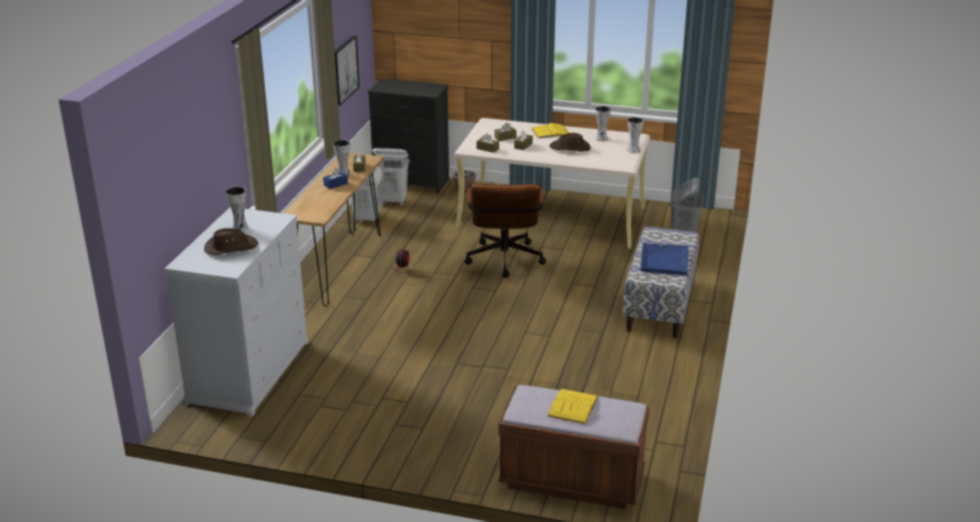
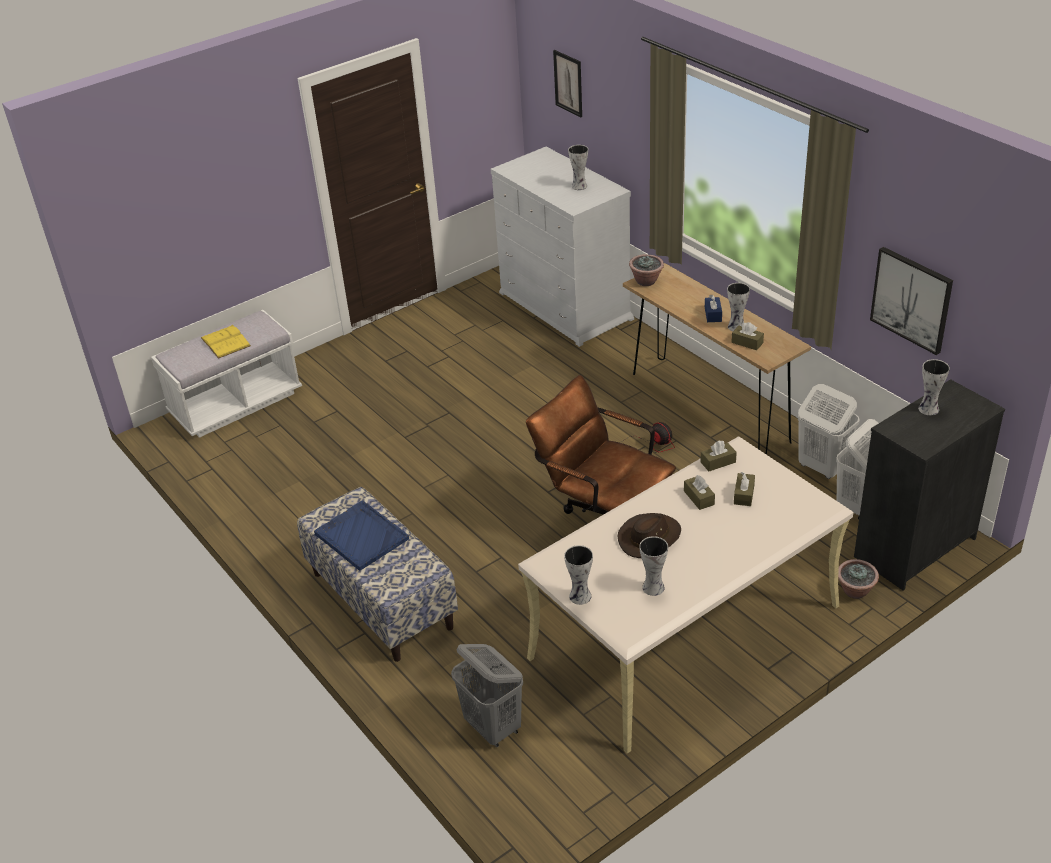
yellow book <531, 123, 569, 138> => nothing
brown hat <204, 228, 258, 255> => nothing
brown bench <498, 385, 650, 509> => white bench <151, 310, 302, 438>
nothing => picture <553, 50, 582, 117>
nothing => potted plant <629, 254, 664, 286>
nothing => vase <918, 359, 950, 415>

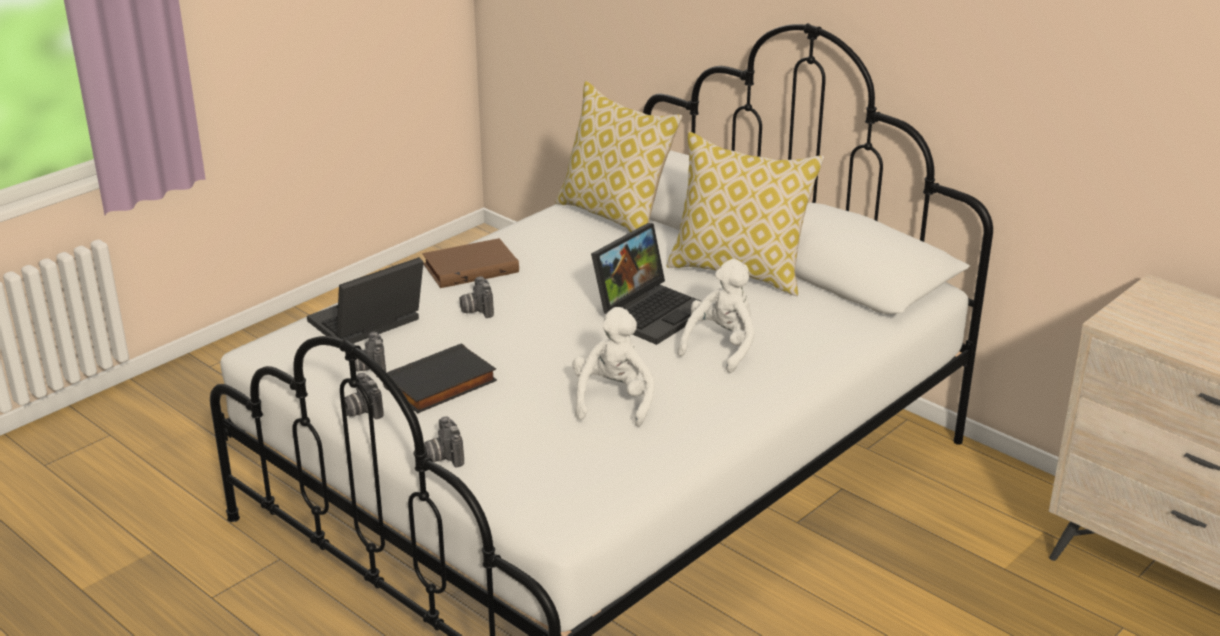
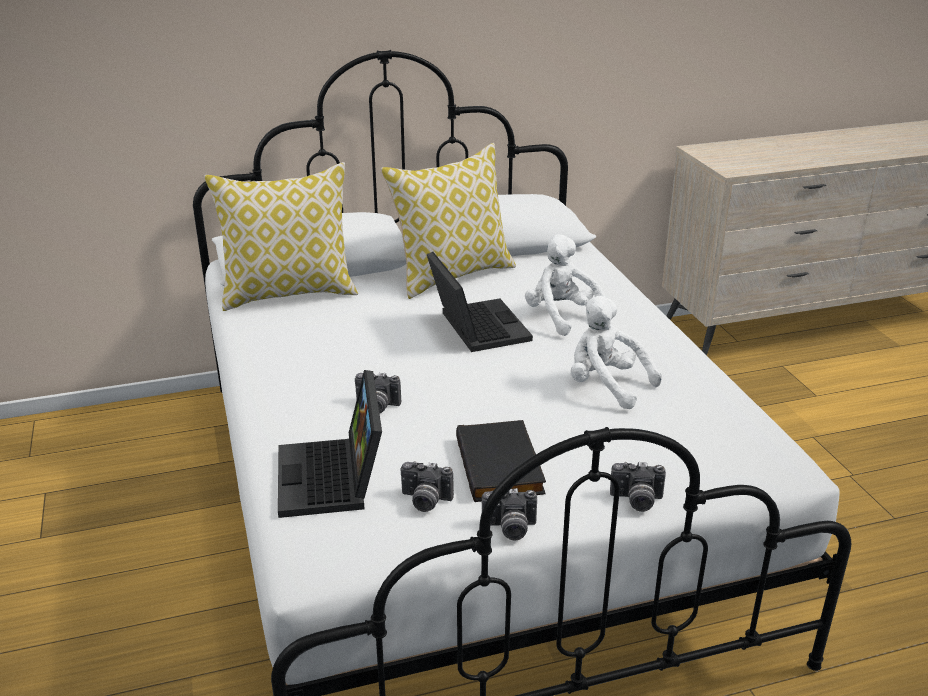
brown book <423, 238, 519, 288> => nothing

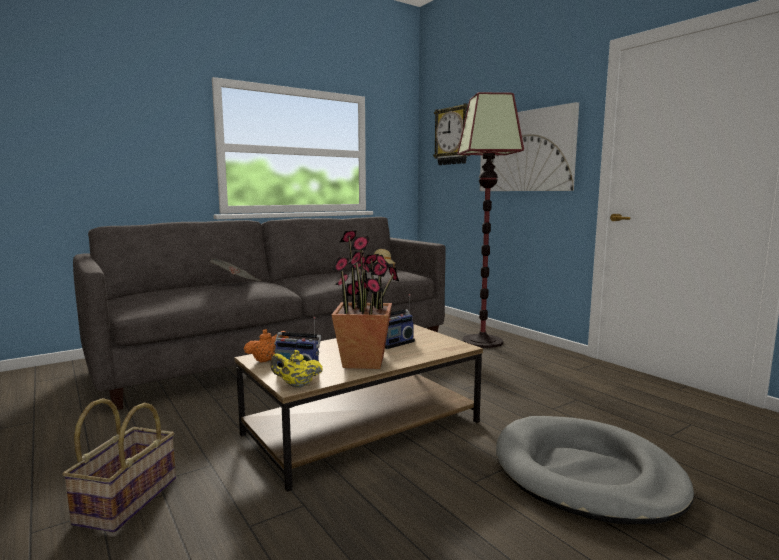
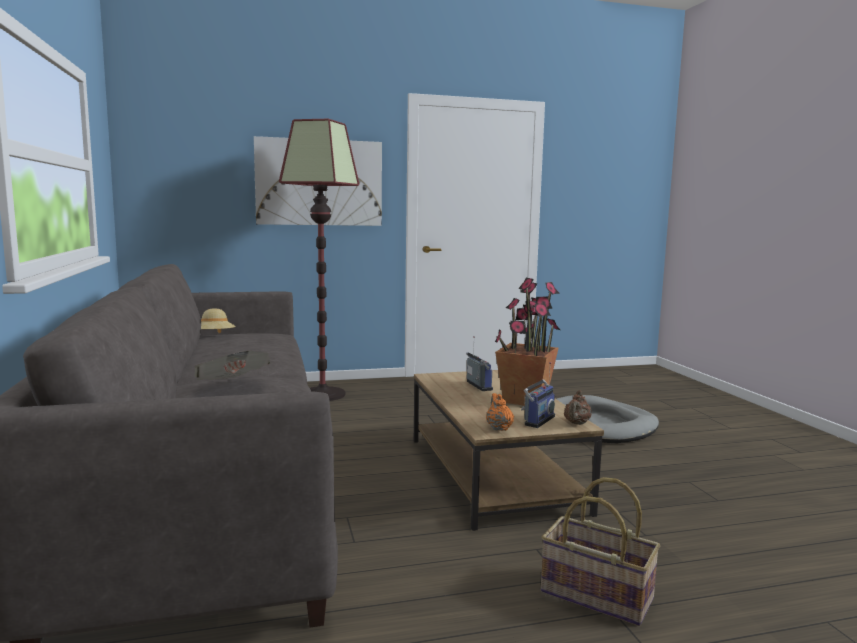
wall clock <433, 103, 470, 165> => nothing
yellow teapot <270, 350, 323, 388> => brown teapot <564, 390, 592, 425>

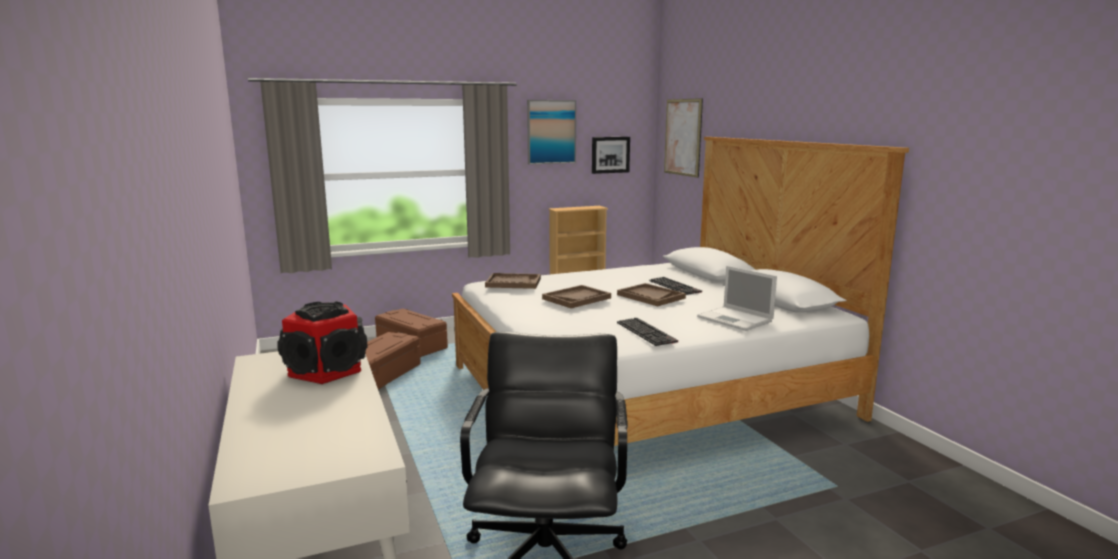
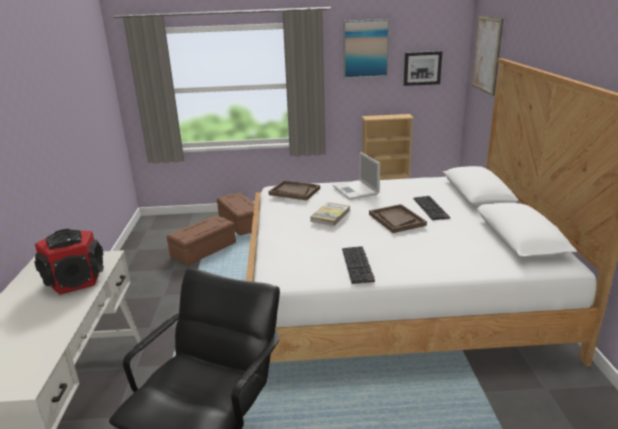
laptop <697, 266, 777, 331> => laptop <333, 152, 380, 200>, shifted
brown tray <542, 285, 611, 308> => book <310, 202, 350, 226>

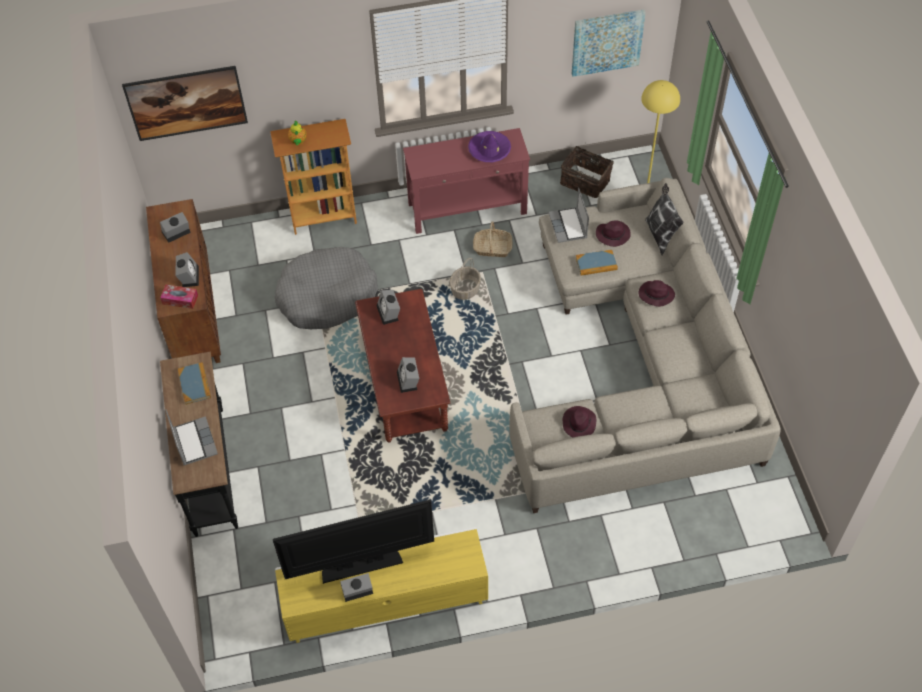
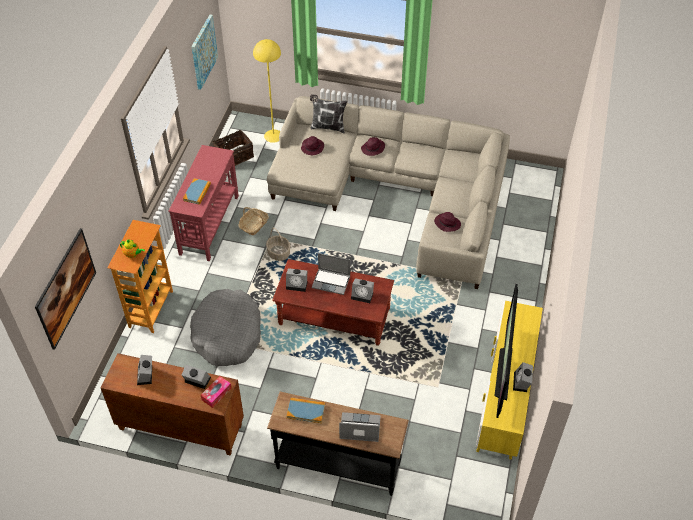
purple hat <468, 131, 511, 162> => nothing
laptop <549, 188, 589, 243> => laptop <312, 253, 350, 295>, shifted
book <576, 250, 618, 276> => book <183, 178, 211, 205>, shifted

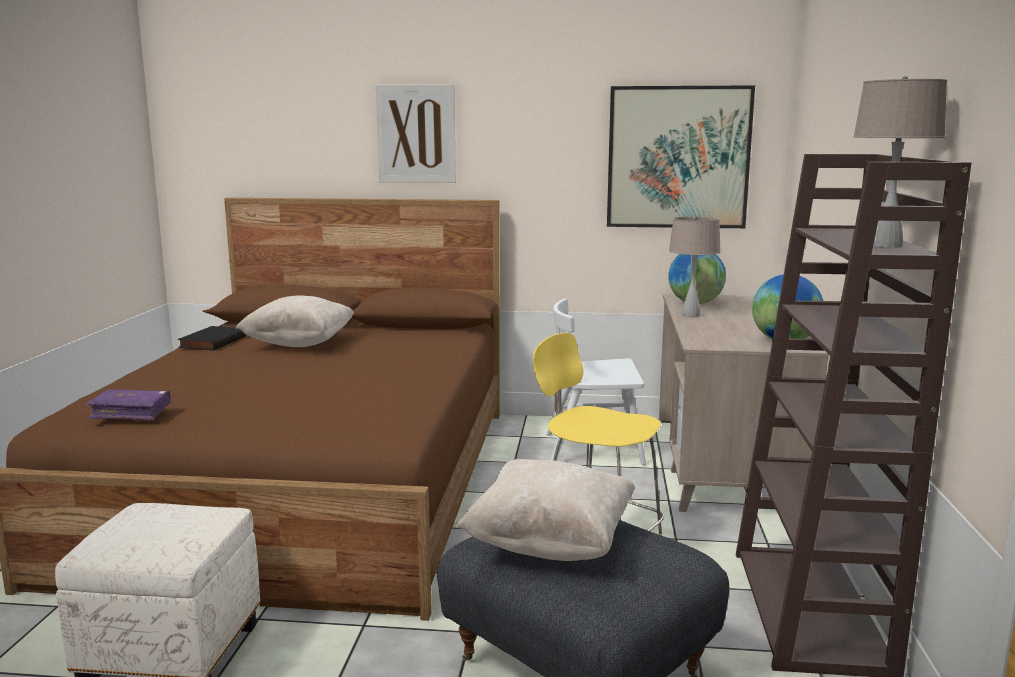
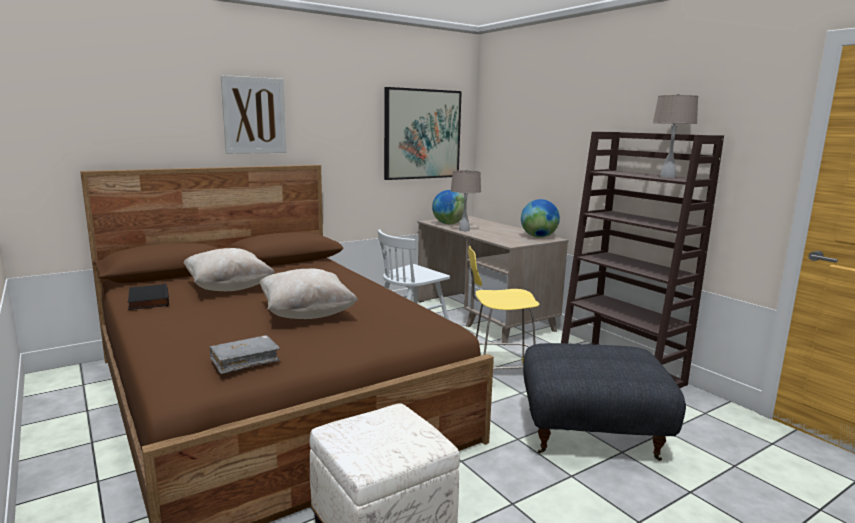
purple book <86, 389, 171, 421> => grey book <210, 335, 280, 374>
beige pillow <455, 459, 635, 561> => beige pillow <259, 268, 358, 319>, shifted

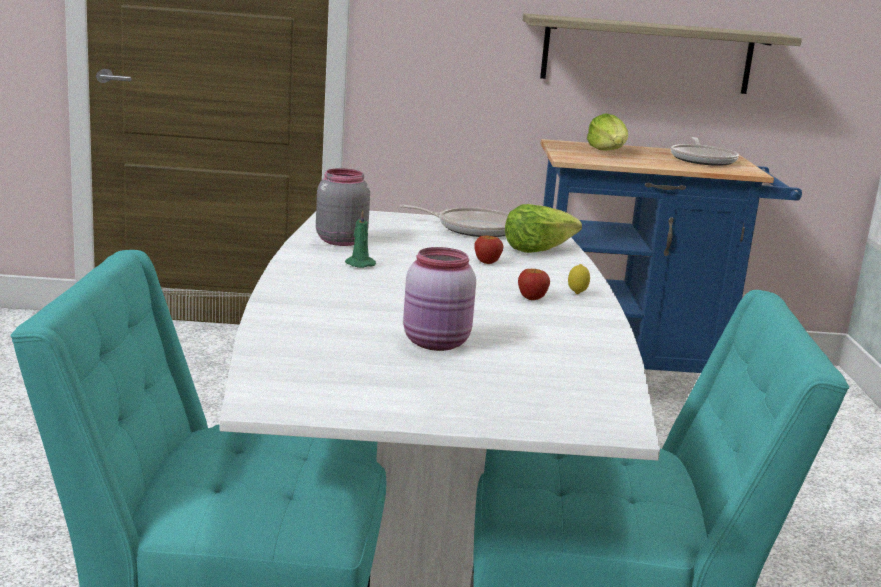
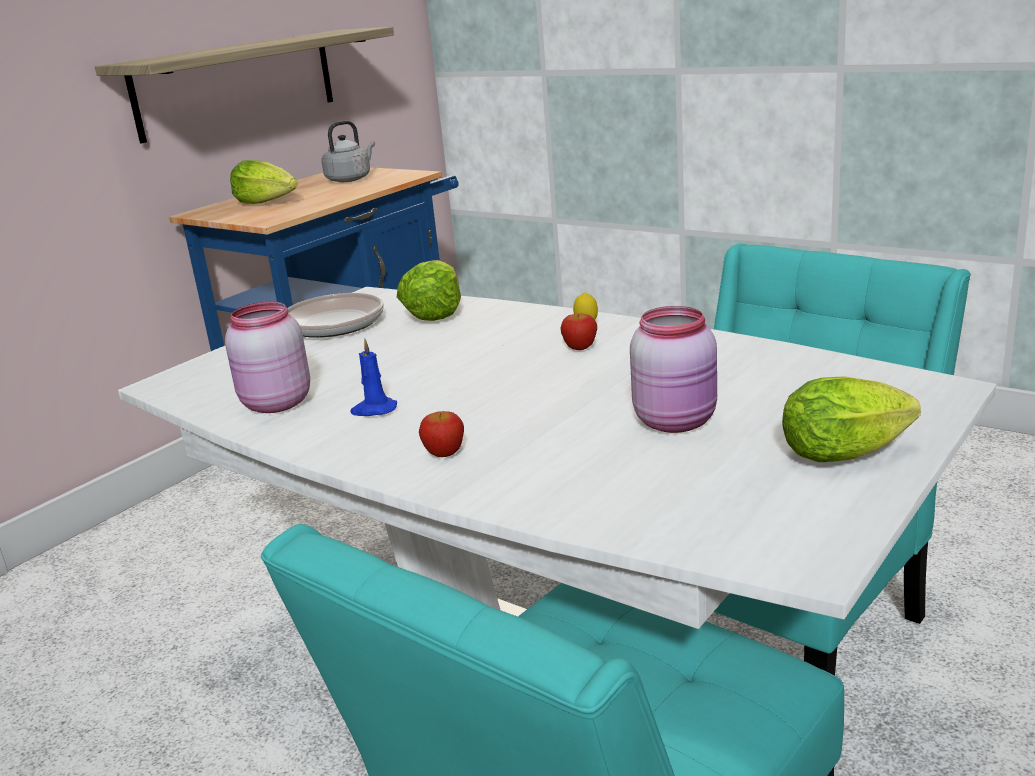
frying pan <671, 137, 739, 166> => grey kettle <321, 120, 375, 182>
grey jar <316, 168, 370, 246> => pink jar <225, 302, 310, 413>
green candle <345, 210, 376, 268> => blue candle <350, 338, 397, 416>
apple <474, 236, 504, 264> => apple <419, 411, 464, 457>, shifted
nothing => lettuce <782, 376, 921, 462>

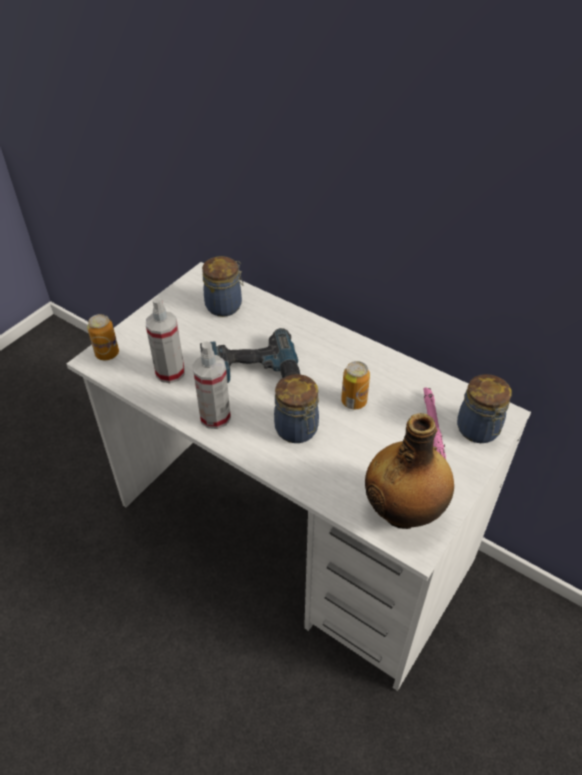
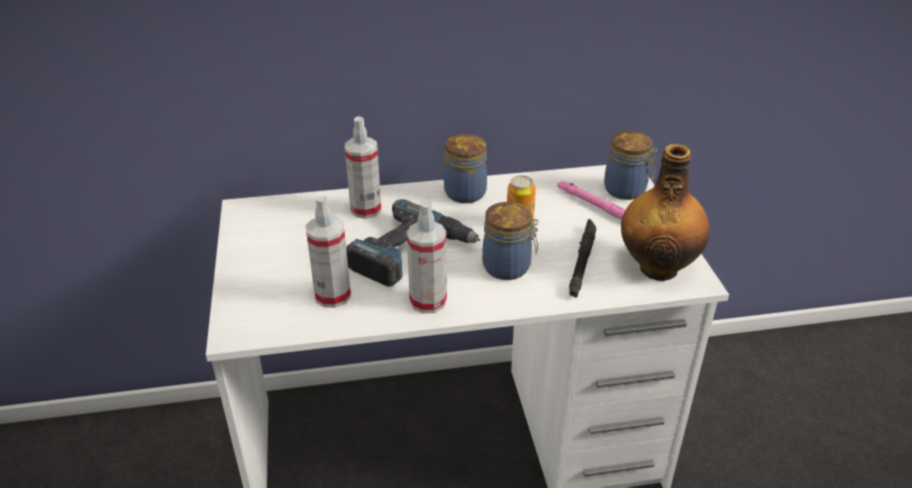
jar <202, 256, 243, 317> => jar <444, 134, 487, 203>, shifted
can <87, 314, 119, 360> => nothing
nothing => spray bottle <345, 116, 381, 219>
nothing => black flashlight <569, 219, 596, 298>

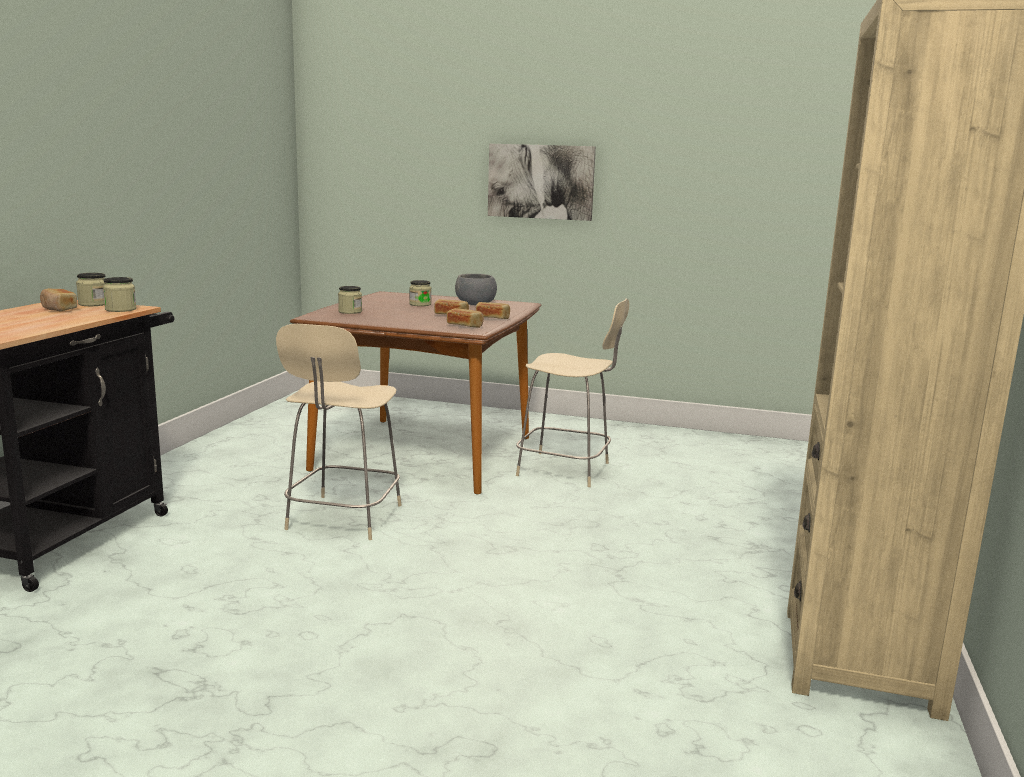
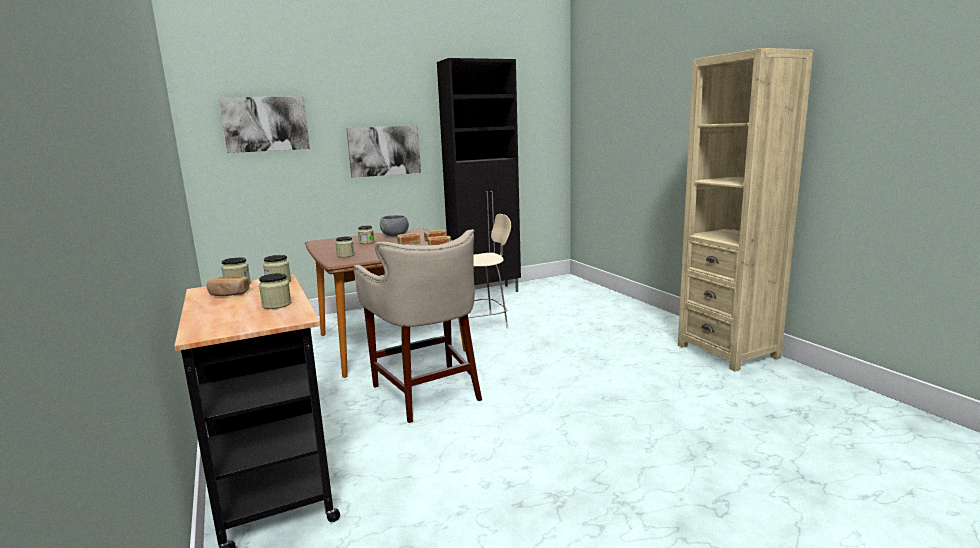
beige chair <276, 324, 402, 540> => beige stool <353, 229, 482, 423>
nothing => black cabinet <437, 58, 521, 292>
nothing => picture <219, 96, 310, 153>
nothing => jar <259, 273, 291, 309>

